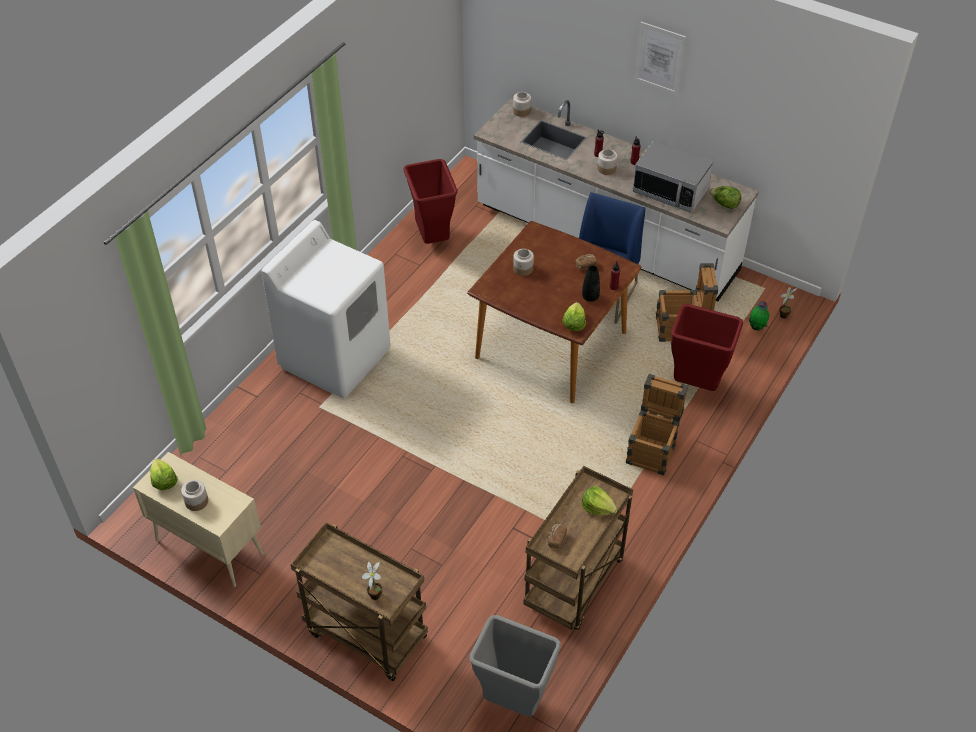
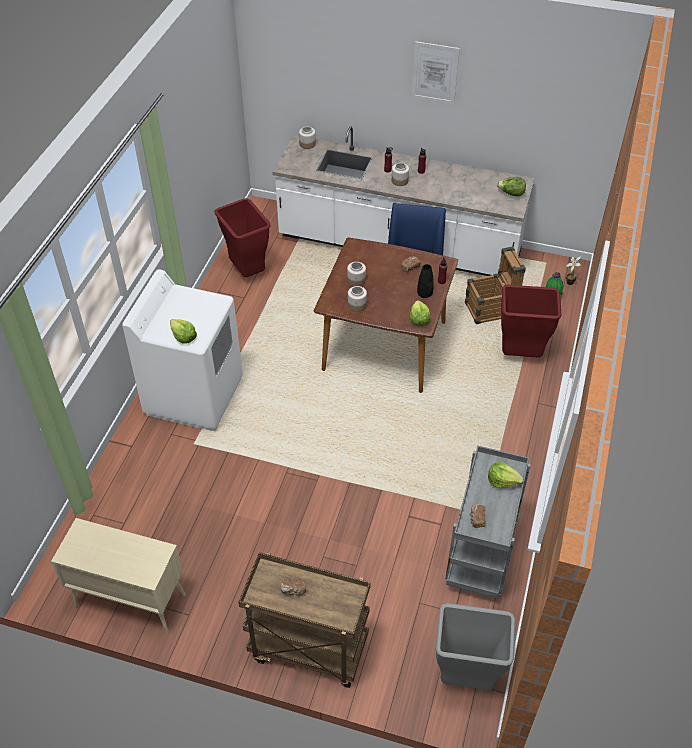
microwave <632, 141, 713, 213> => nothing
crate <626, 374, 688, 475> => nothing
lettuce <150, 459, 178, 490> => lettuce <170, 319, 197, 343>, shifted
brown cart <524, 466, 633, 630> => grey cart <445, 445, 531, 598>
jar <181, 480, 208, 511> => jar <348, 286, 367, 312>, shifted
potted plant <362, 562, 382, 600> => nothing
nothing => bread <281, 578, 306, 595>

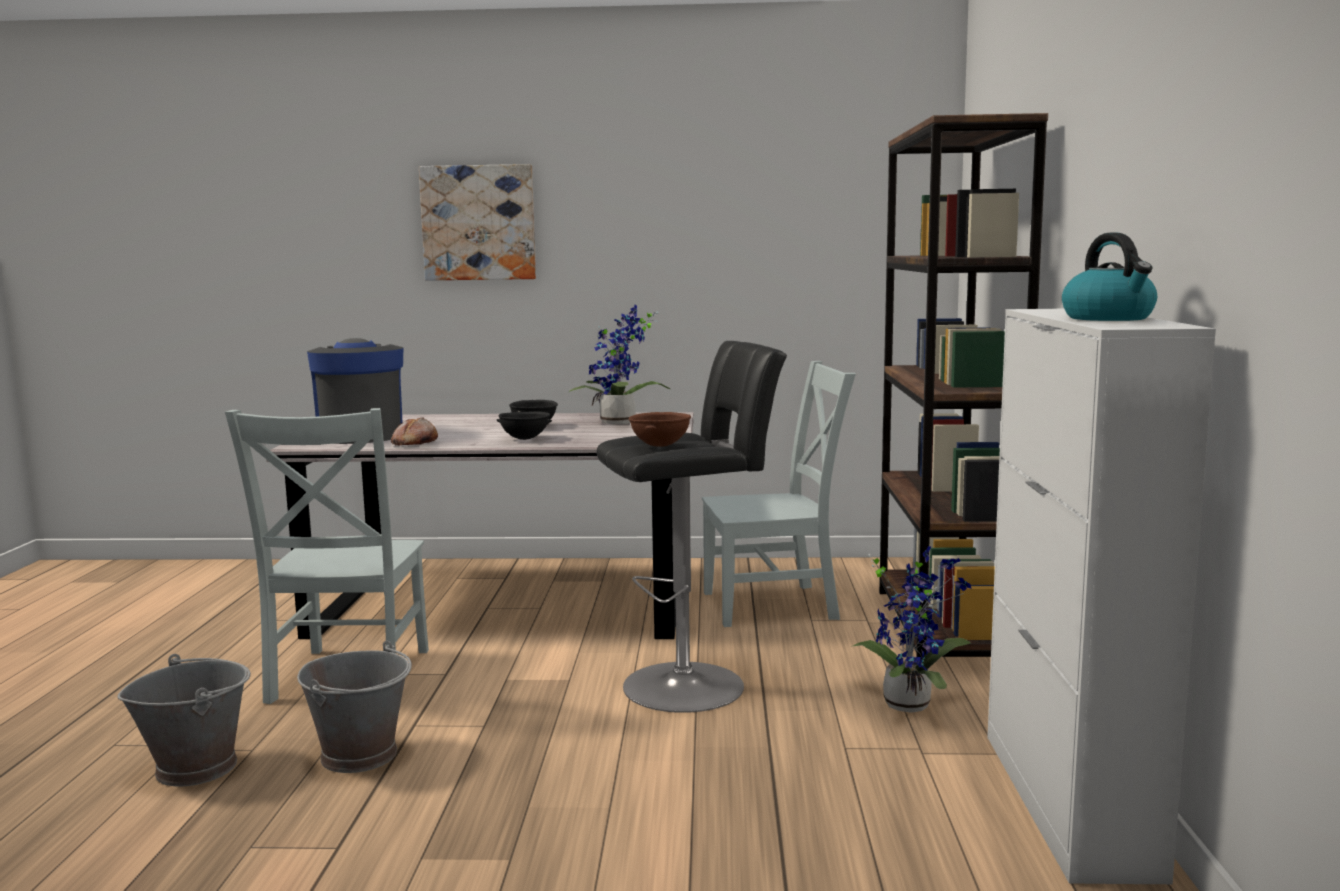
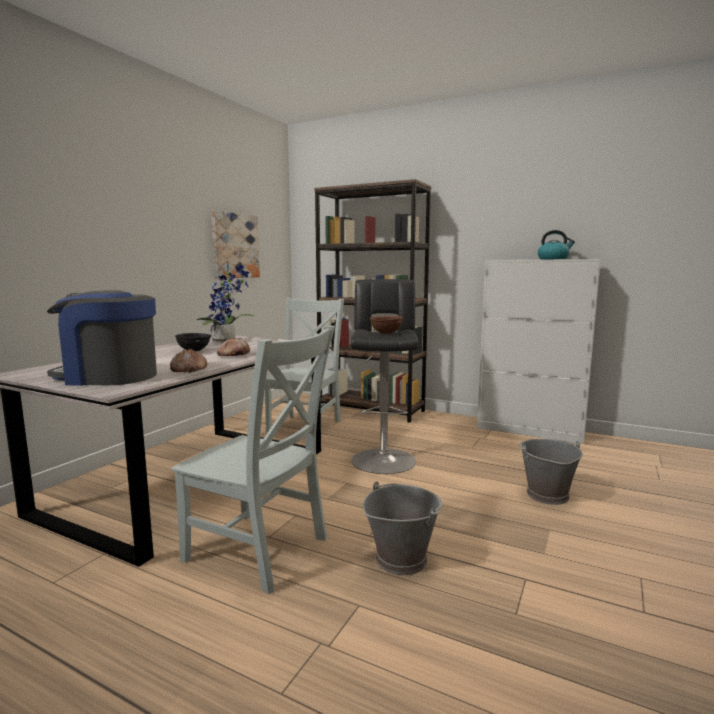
picture <419, 164, 536, 281> => picture <211, 210, 260, 278>, shifted
black bowl <497, 411, 552, 440> => bread <217, 338, 250, 356>
potted plant <851, 546, 972, 713> => nothing
grey bucket <117, 654, 251, 787> => grey bucket <519, 439, 583, 505>, shifted

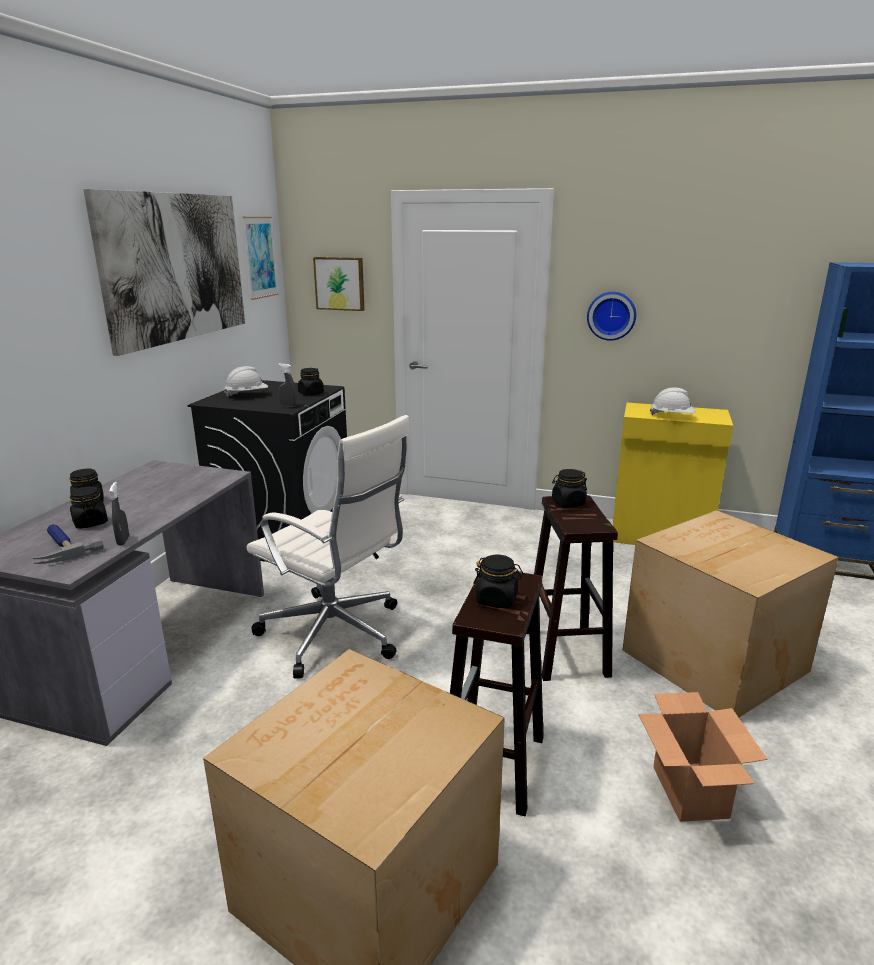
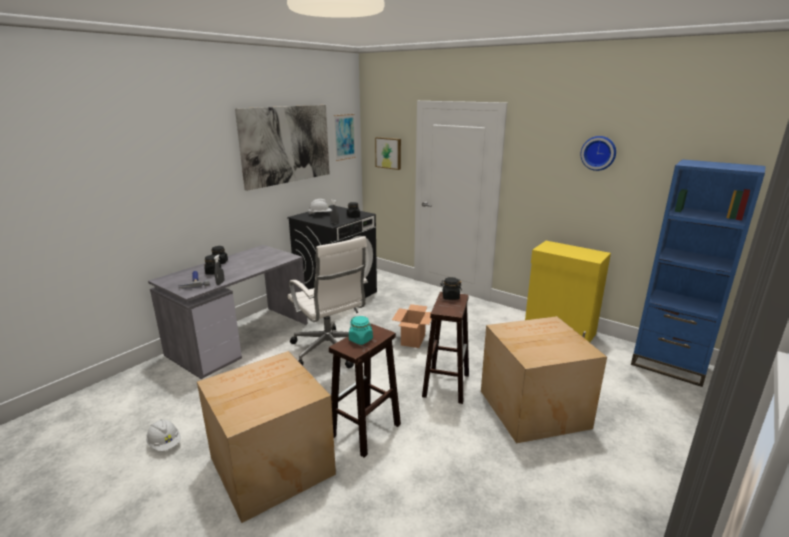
wall clock <587, 292, 636, 341> => wall clock <580, 136, 616, 171>, shifted
white hard hat <650, 388, 696, 415> => white hard hat <146, 419, 181, 451>, shifted
black jar <474, 555, 523, 608> => turquoise jar <349, 316, 373, 345>
cardboard box <638, 692, 768, 822> => cardboard box <392, 304, 432, 348>, shifted

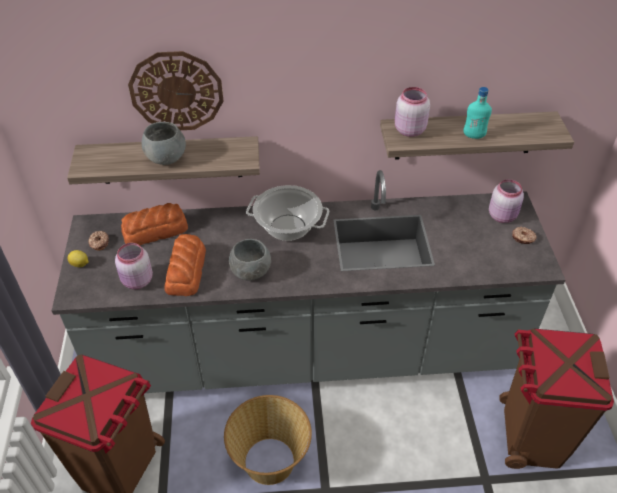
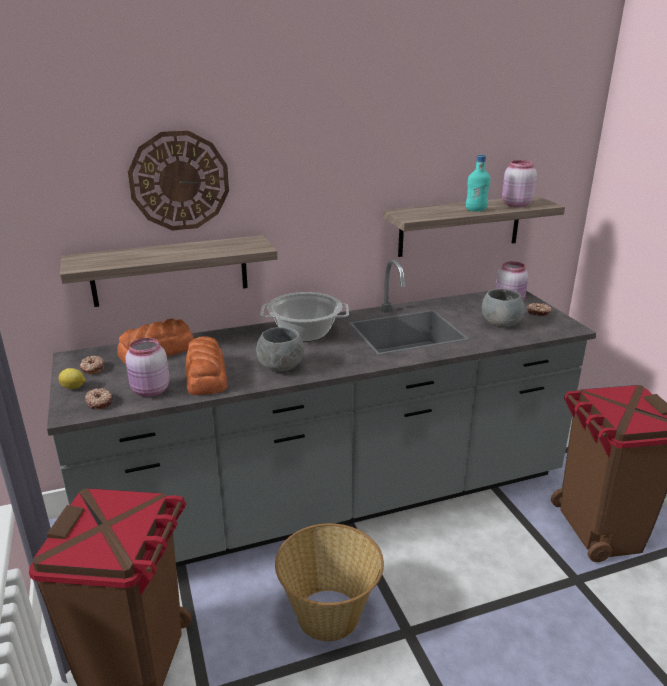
pink jar <395, 87, 430, 137> => pink jar <502, 160, 537, 207>, shifted
grey bowl <142, 122, 186, 165> => grey bowl <482, 289, 525, 327>, shifted
nothing => donut <85, 388, 113, 409>

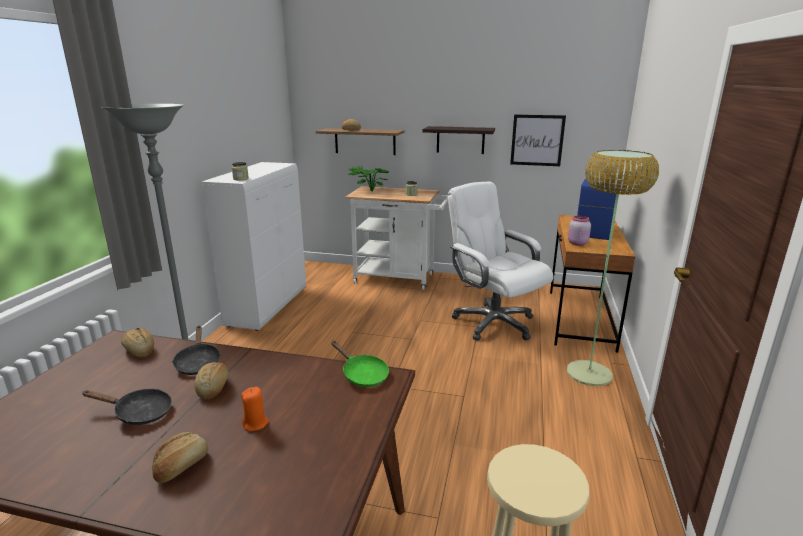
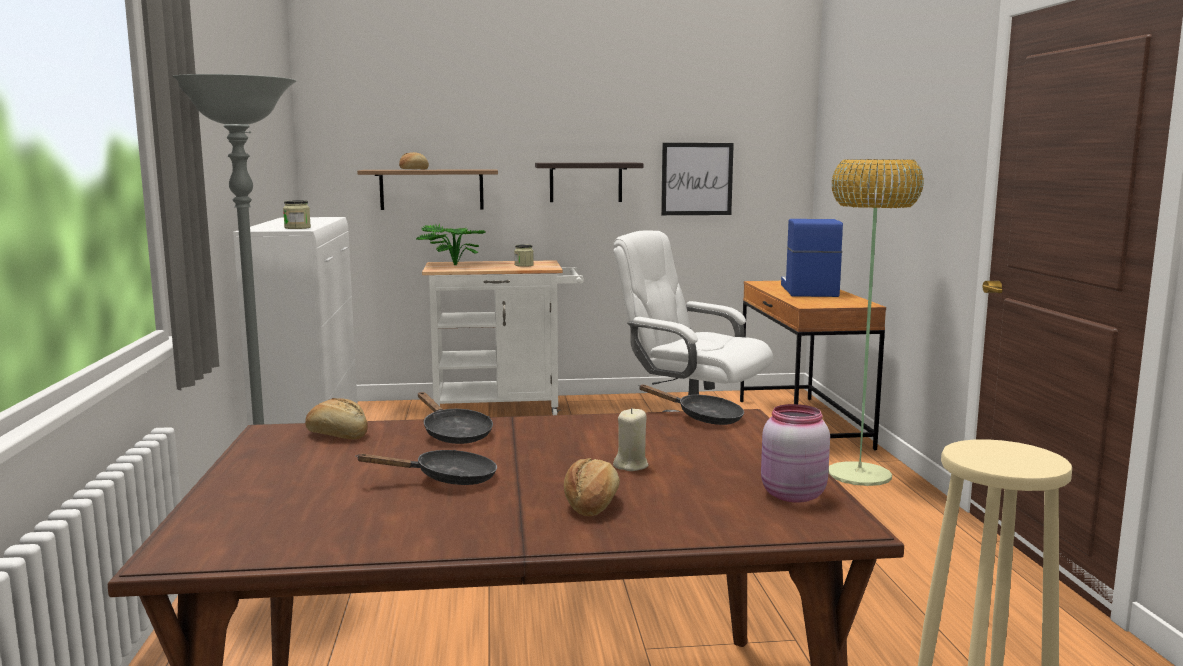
pink jar <568, 216, 591, 246> => pink jar <761, 404, 830, 503>, shifted
green frying pan <331, 341, 389, 387> => black frying pan <638, 385, 744, 425>
bread <195, 362, 229, 400> => nothing
orange candle <241, 387, 269, 431> => beige candle <613, 408, 649, 471>

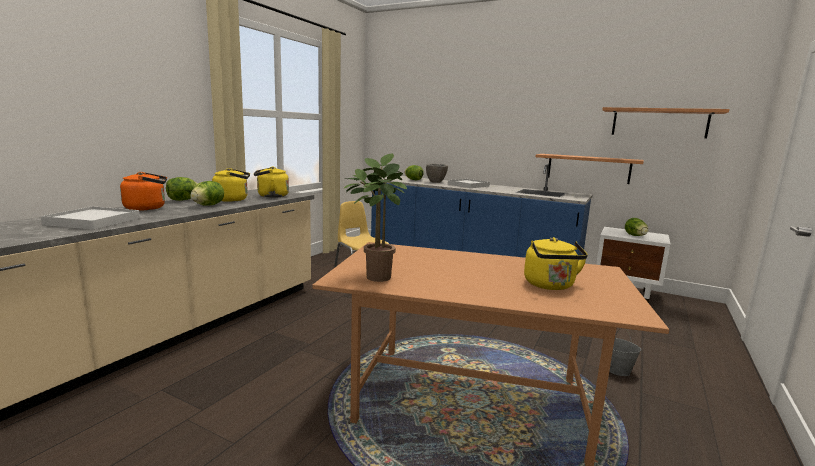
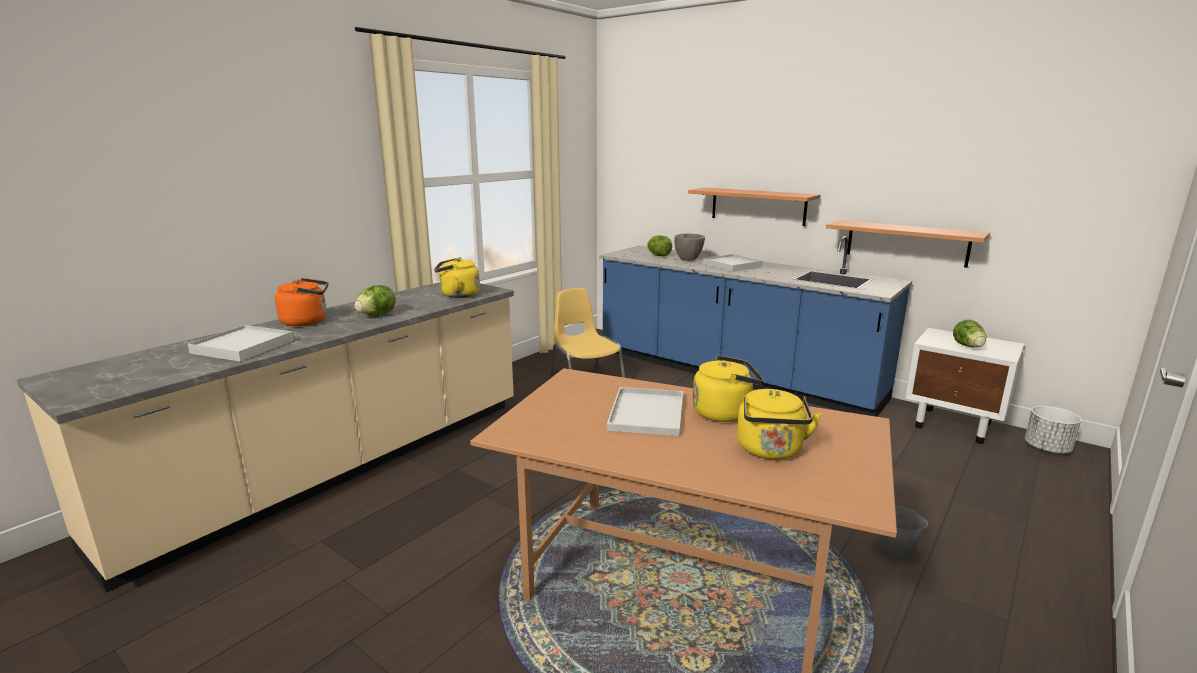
shelf <602, 107, 730, 138> => shelf <688, 188, 821, 226>, shifted
potted plant <344, 154, 407, 282> => nothing
yellow kettle <212, 168, 250, 202> => yellow kettle <693, 355, 764, 422>, shifted
lettuce <166, 177, 198, 201> => nothing
nothing => white tray <607, 387, 683, 436>
nothing => white planter <1025, 406, 1081, 453>

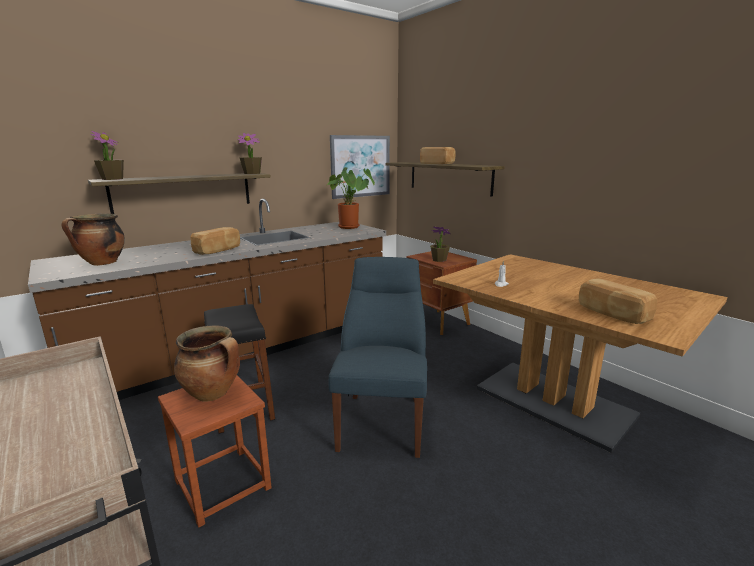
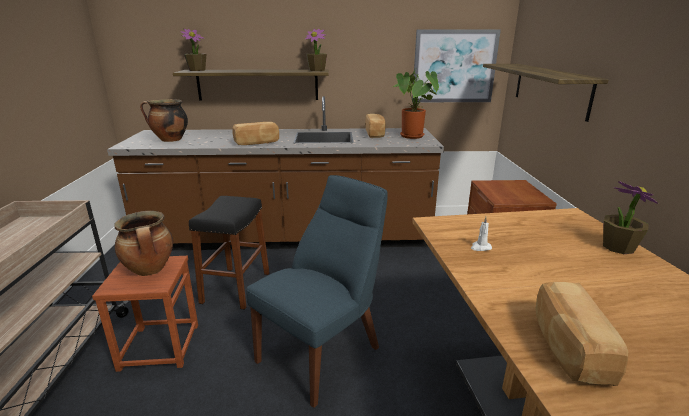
bread <420, 147, 456, 164> => bread <365, 114, 385, 138>, shifted
potted plant <430, 226, 450, 262> => potted plant <603, 181, 658, 254>, shifted

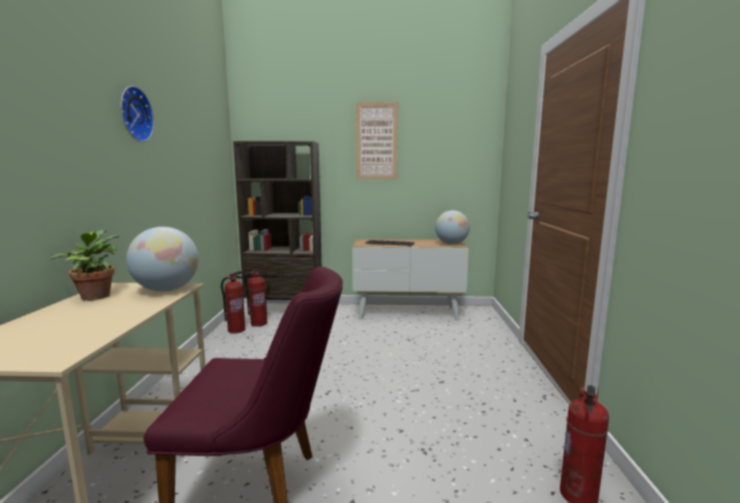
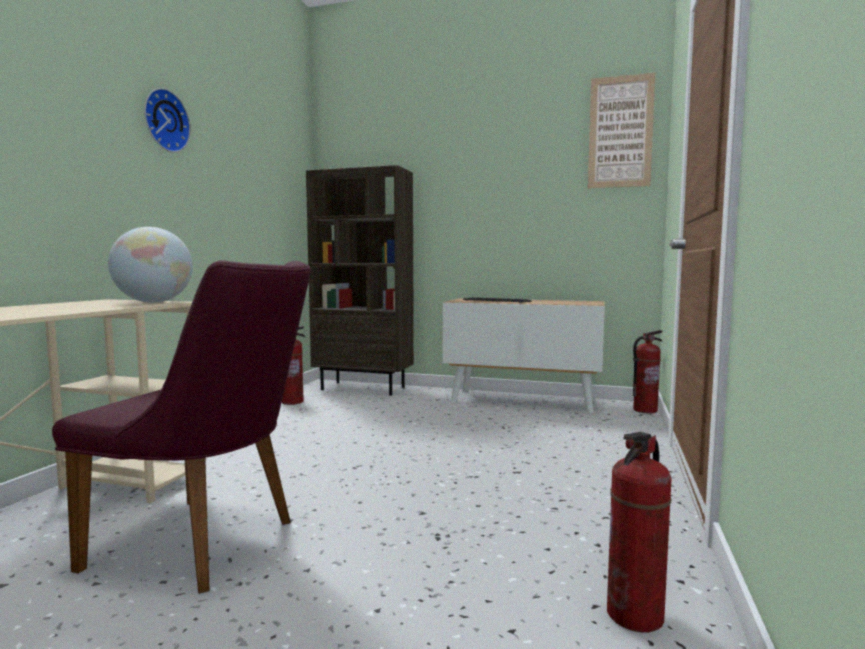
picture <356, 102, 398, 180> => picture <588, 72, 655, 188>, shifted
globe <435, 210, 470, 245> => nothing
potted plant <50, 230, 119, 300> => nothing
fire extinguisher <245, 266, 268, 327> => fire extinguisher <633, 330, 663, 414>, shifted

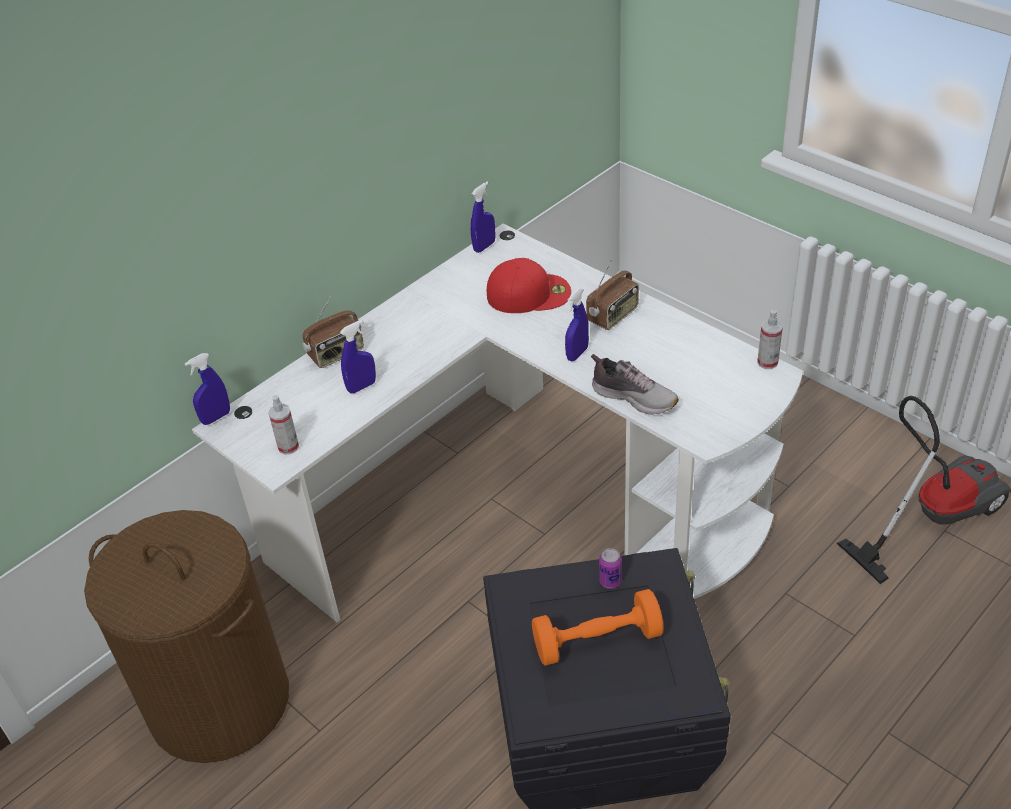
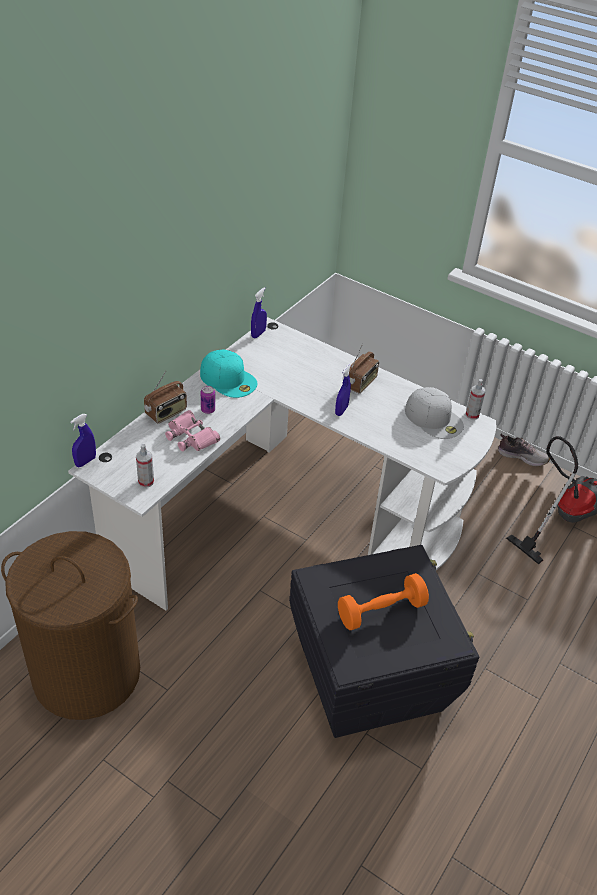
red cap <487, 258, 571, 313> => nothing
blue spray bottle <340, 320, 376, 393> => pink binoculars <165, 410, 220, 451>
shoe <591, 354, 679, 415> => shoe <498, 434, 550, 466>, shifted
can <599, 548, 622, 589> => can <201, 386, 215, 414>, shifted
nothing => turquoise cap <200, 350, 257, 398>
nothing => white cap <405, 387, 464, 439>

